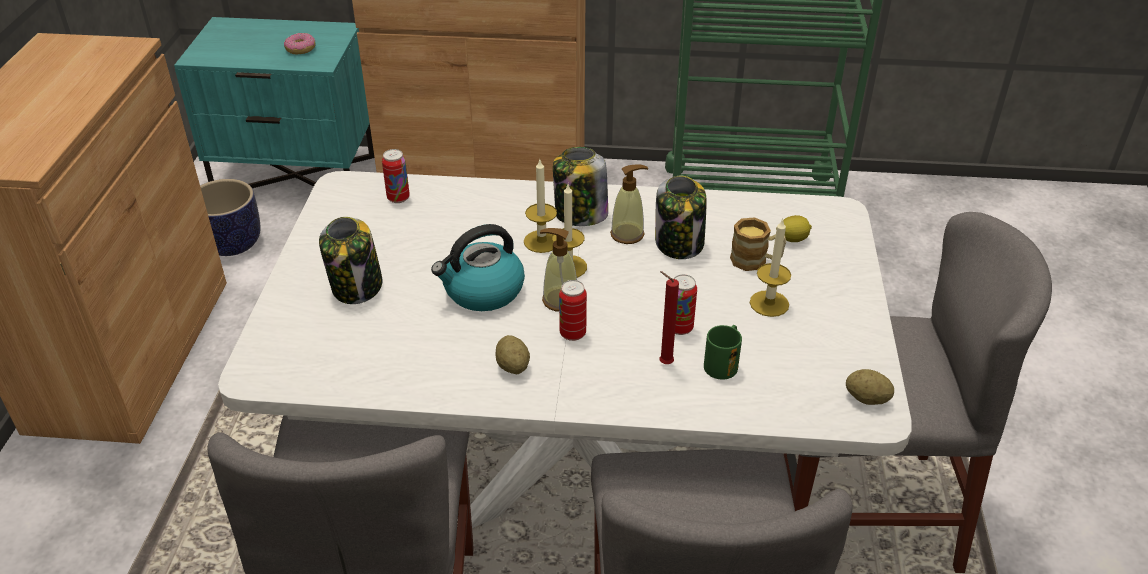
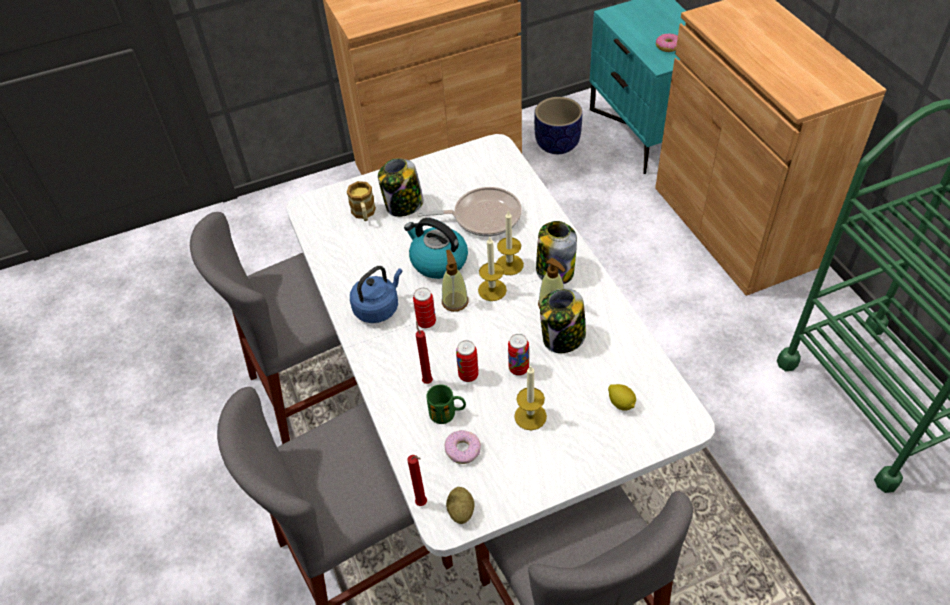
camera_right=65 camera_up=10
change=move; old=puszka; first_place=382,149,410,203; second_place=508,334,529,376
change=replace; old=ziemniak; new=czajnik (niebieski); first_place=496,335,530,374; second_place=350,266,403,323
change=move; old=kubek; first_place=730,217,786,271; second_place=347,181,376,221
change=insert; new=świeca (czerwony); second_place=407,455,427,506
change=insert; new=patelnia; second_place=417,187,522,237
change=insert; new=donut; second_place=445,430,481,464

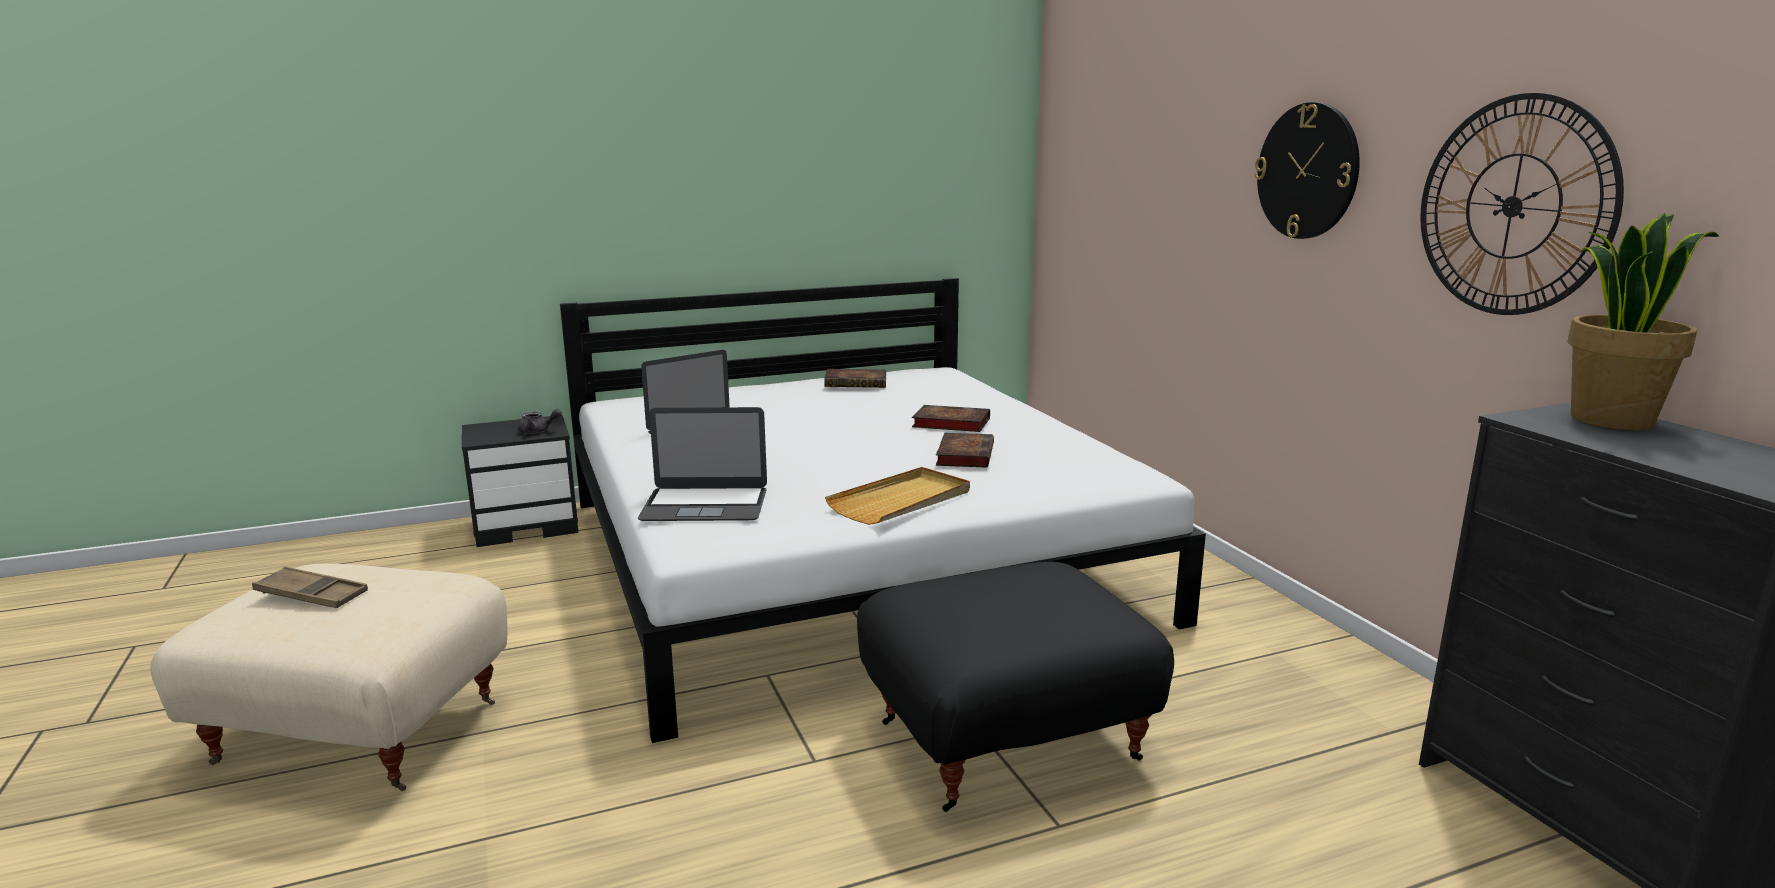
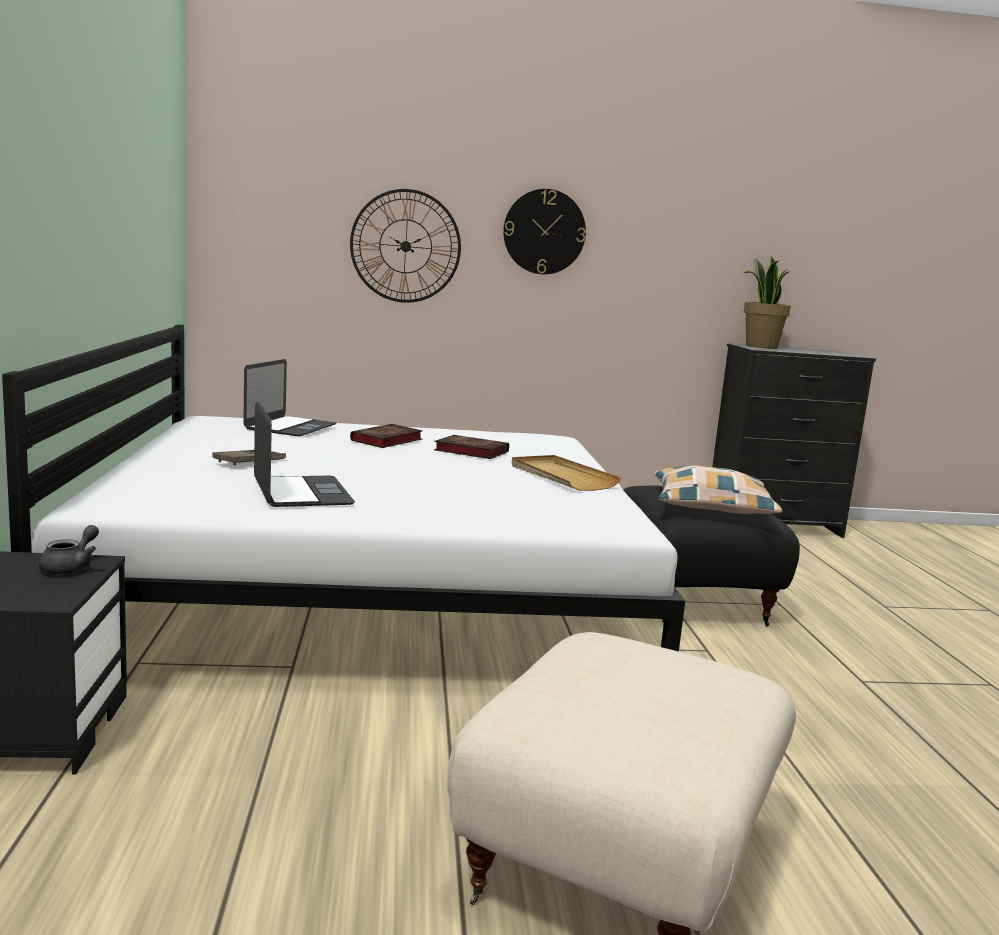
camera_right=-75 camera_up=-5
change=move; old=taca (brązowy); first_place=252,566,368,608; second_place=212,450,286,465
change=move; old=laptop; first_place=638,407,767,521; second_place=243,359,336,436
change=delete; old=książka; first_place=824,369,886,388
change=move; old=zegar ścienny; first_place=1420,93,1624,315; second_place=350,189,461,303
change=insert; new=poduszka; second_place=654,466,782,514

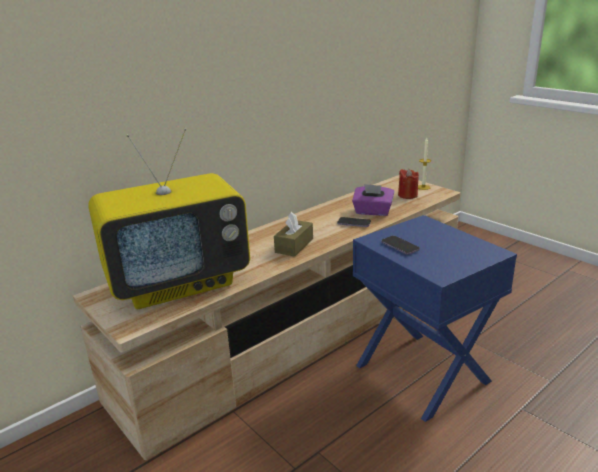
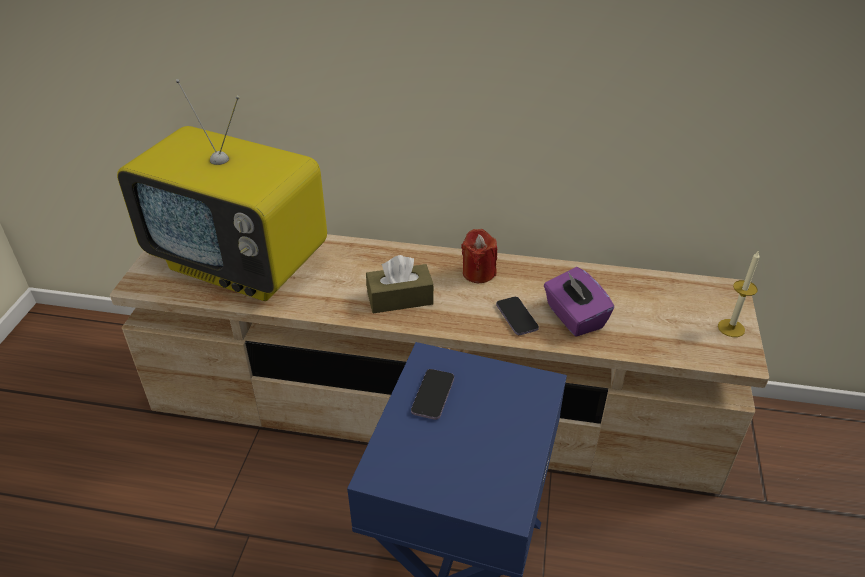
camera_right=50 camera_up=15
change=move; old=świeca (czerwony); first_place=398,169,419,199; second_place=461,229,497,283

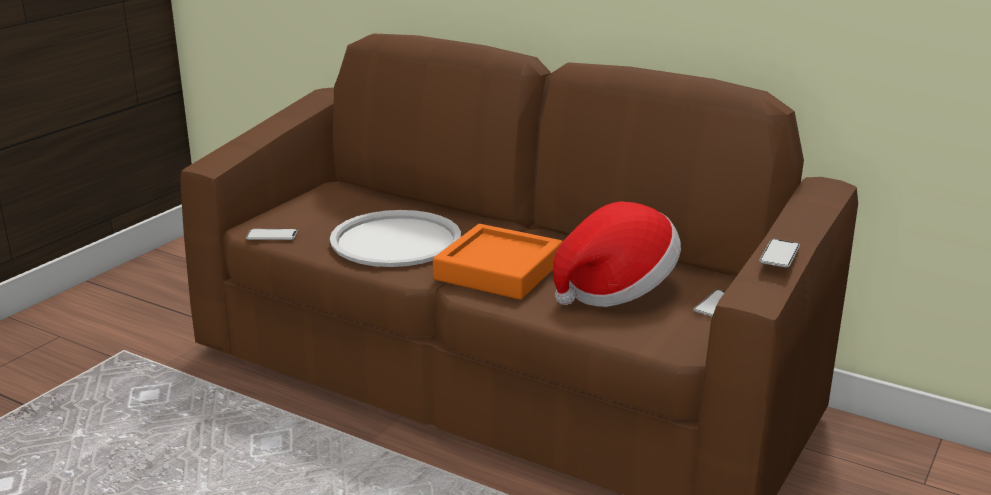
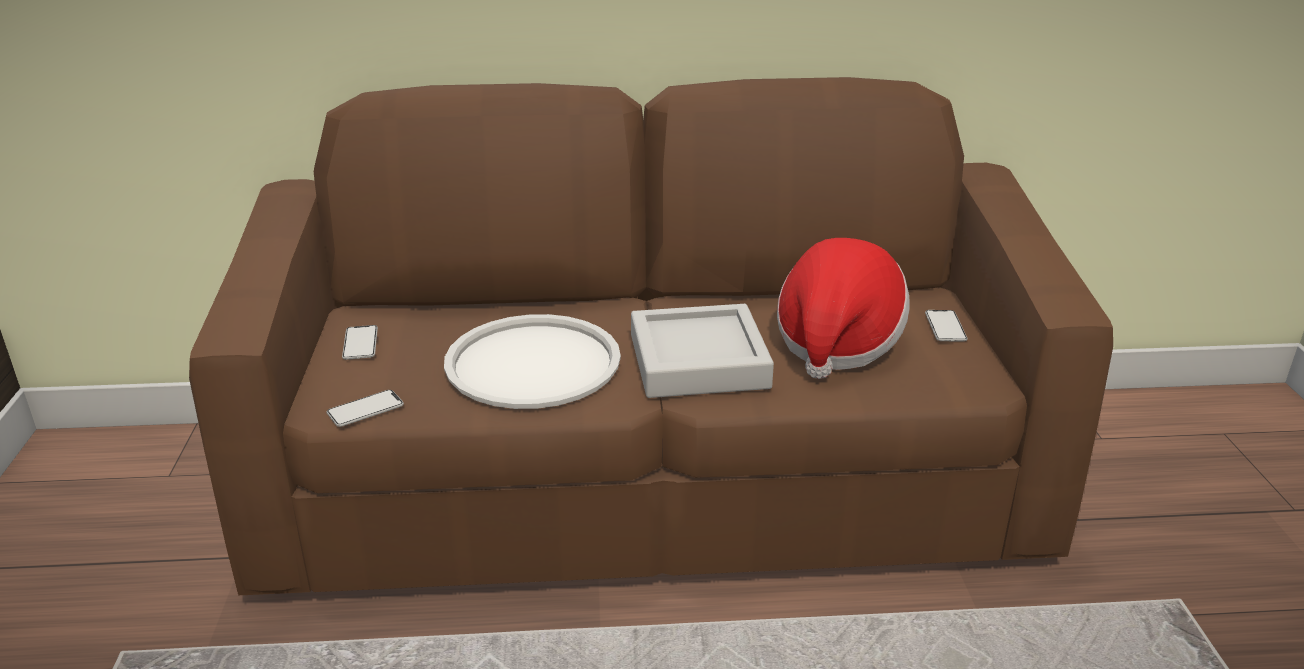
camera_right=-35 camera_up=5
change=recolor; old=taca (pomarańczowy); new=taca (szary); first_place=433,224,563,300; second_place=631,304,774,398
change=move; old=telefon; first_place=759,239,800,268; second_place=342,325,378,360

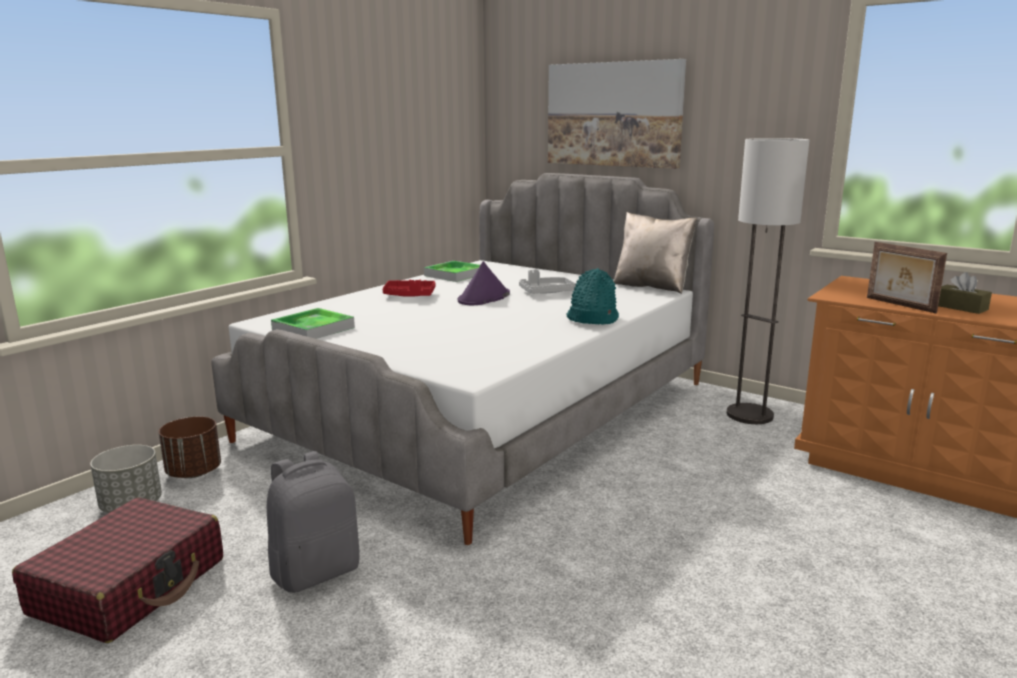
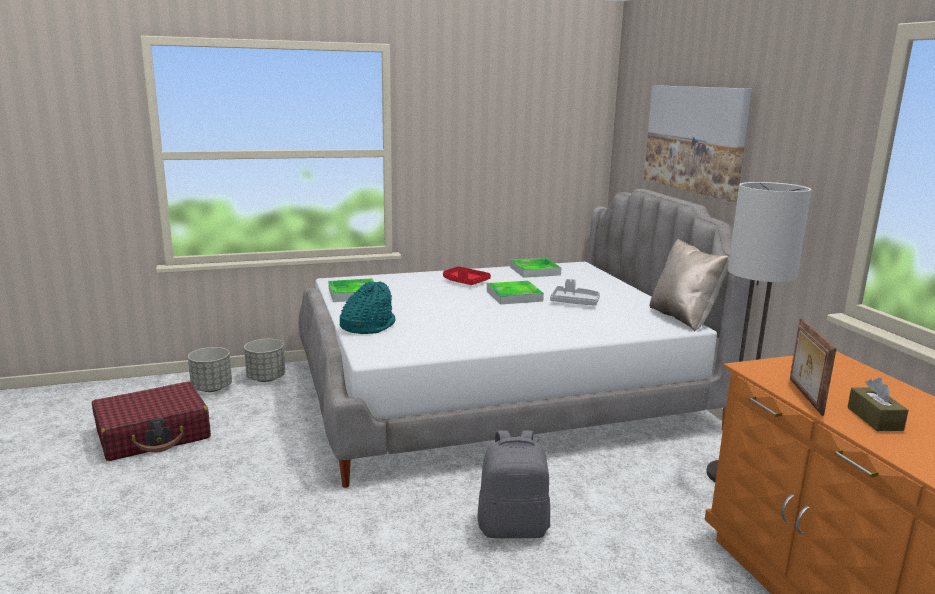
camera_right=35 camera_up=0
change=recolor; old=donica (brązowy); new=donica (szary); first_place=159,416,221,478; second_place=244,339,285,382
change=move; old=plecak (szary); first_place=267,451,360,593; second_place=477,430,550,538
change=replace; old=kapelusz (fioletowy); new=taca; first_place=458,261,510,305; second_place=487,281,544,305
change=move; old=kapelusz (turkusowy); first_place=566,268,619,325; second_place=340,281,395,334

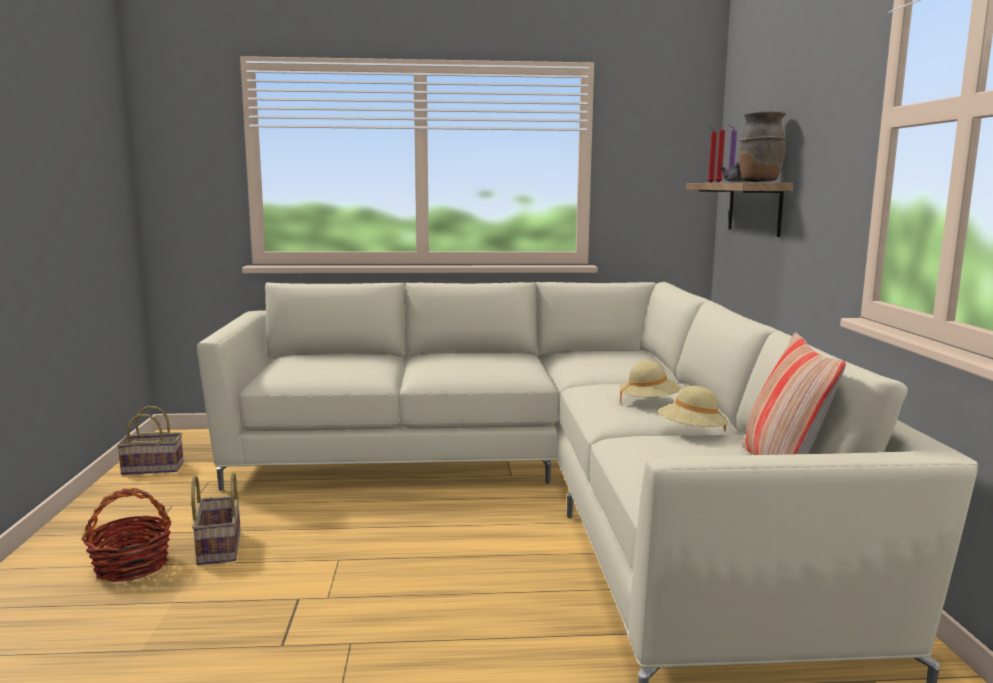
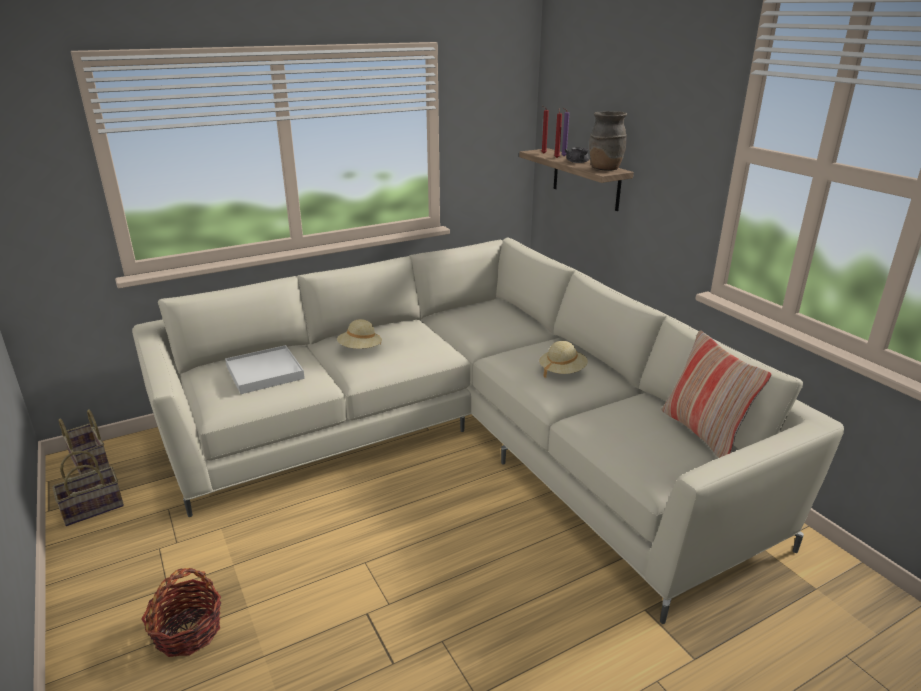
camera_right=-25 camera_up=15
change=move; old=koszyk; first_place=191,472,241,565; second_place=59,409,110,475
change=move; old=kapelusz (beżowy); first_place=658,386,728,432; second_place=337,319,382,349
change=insert; new=taca (biały); second_place=225,345,305,394

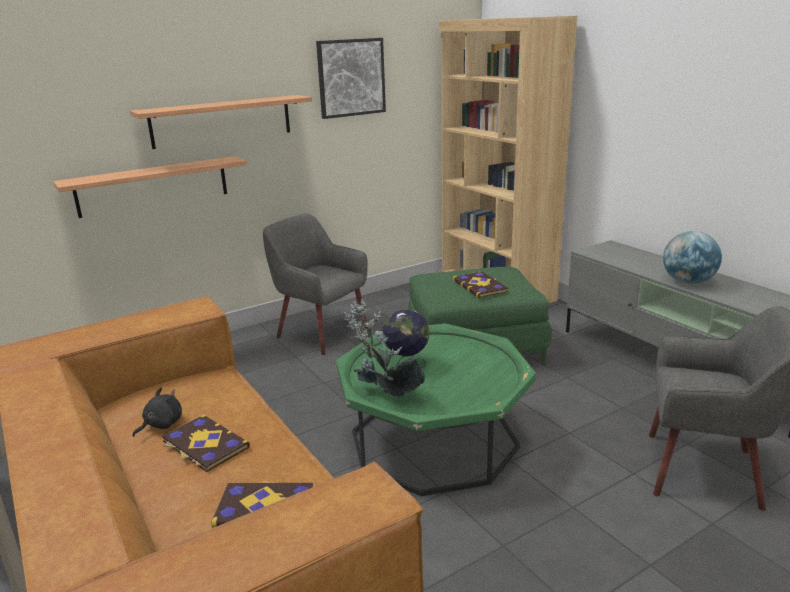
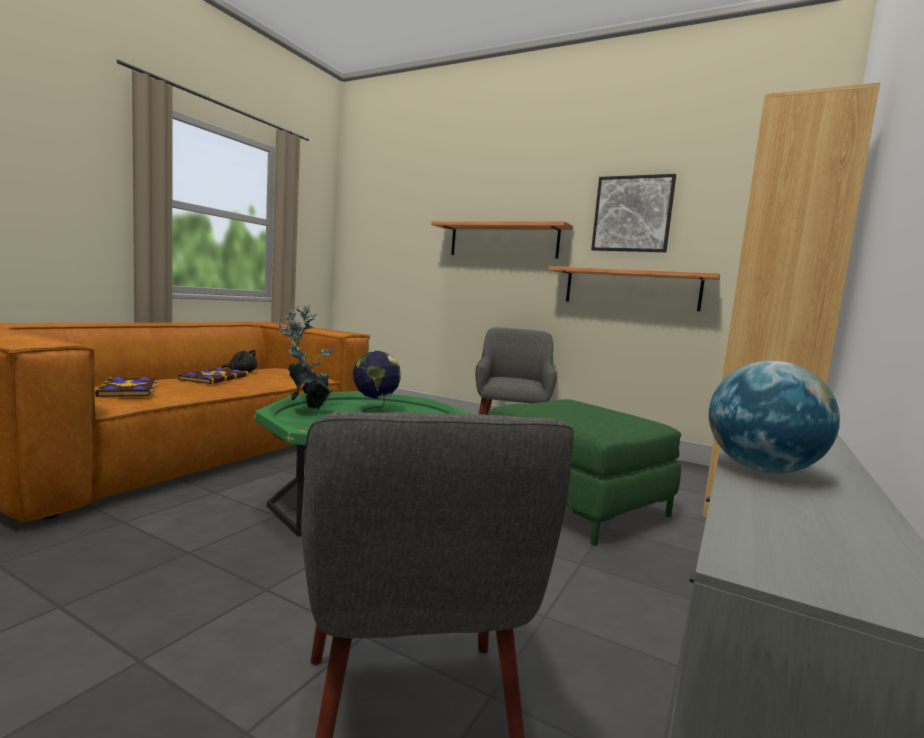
camera_right=60 camera_up=-15
change=move; old=półka; first_place=53,156,247,218; second_place=549,266,720,311
change=delete; old=książka; first_place=453,271,508,298

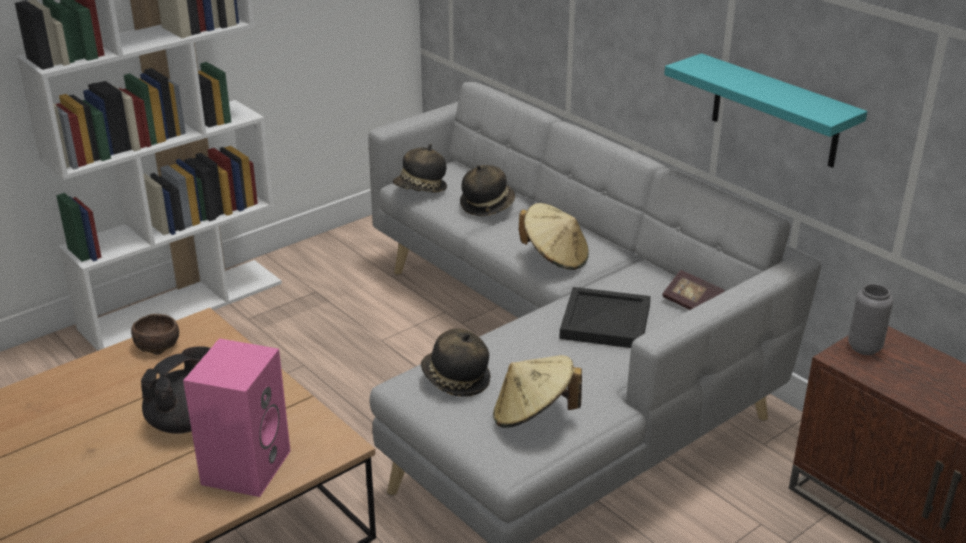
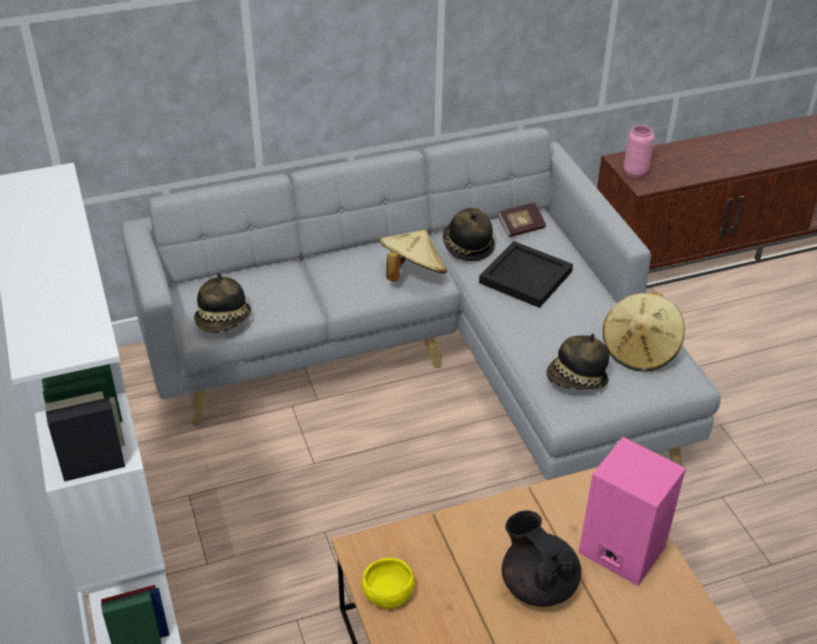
camera_right=-70 camera_up=10
change=recolor; old=miska (brązowy); new=miska (żółty); first_place=131,314,179,355; second_place=362,558,414,609
change=move; old=kapelusz; first_place=460,165,515,216; second_place=443,208,495,261
change=delete; old=półka (turkusowy); first_place=664,53,867,168
change=recolor; old=wazon (szary); new=wazon (różowy); first_place=848,284,893,355; second_place=624,125,654,177

